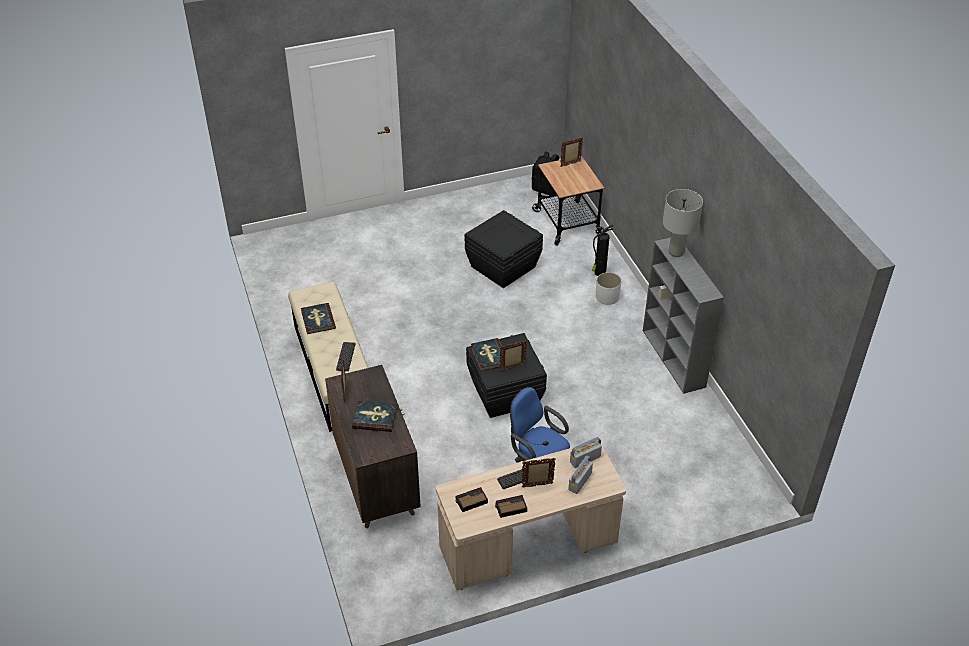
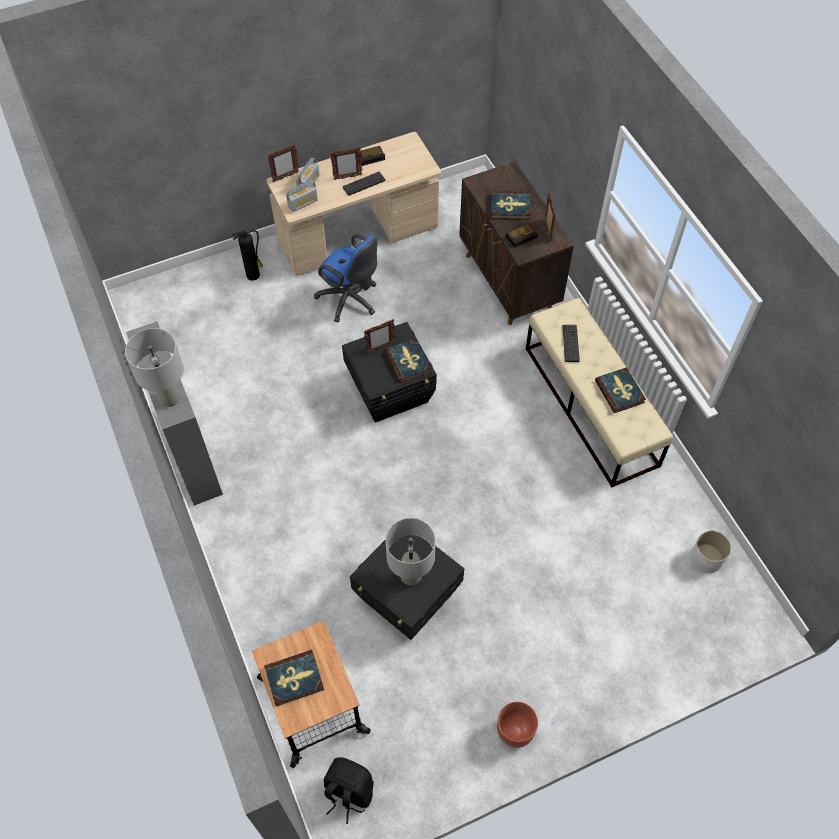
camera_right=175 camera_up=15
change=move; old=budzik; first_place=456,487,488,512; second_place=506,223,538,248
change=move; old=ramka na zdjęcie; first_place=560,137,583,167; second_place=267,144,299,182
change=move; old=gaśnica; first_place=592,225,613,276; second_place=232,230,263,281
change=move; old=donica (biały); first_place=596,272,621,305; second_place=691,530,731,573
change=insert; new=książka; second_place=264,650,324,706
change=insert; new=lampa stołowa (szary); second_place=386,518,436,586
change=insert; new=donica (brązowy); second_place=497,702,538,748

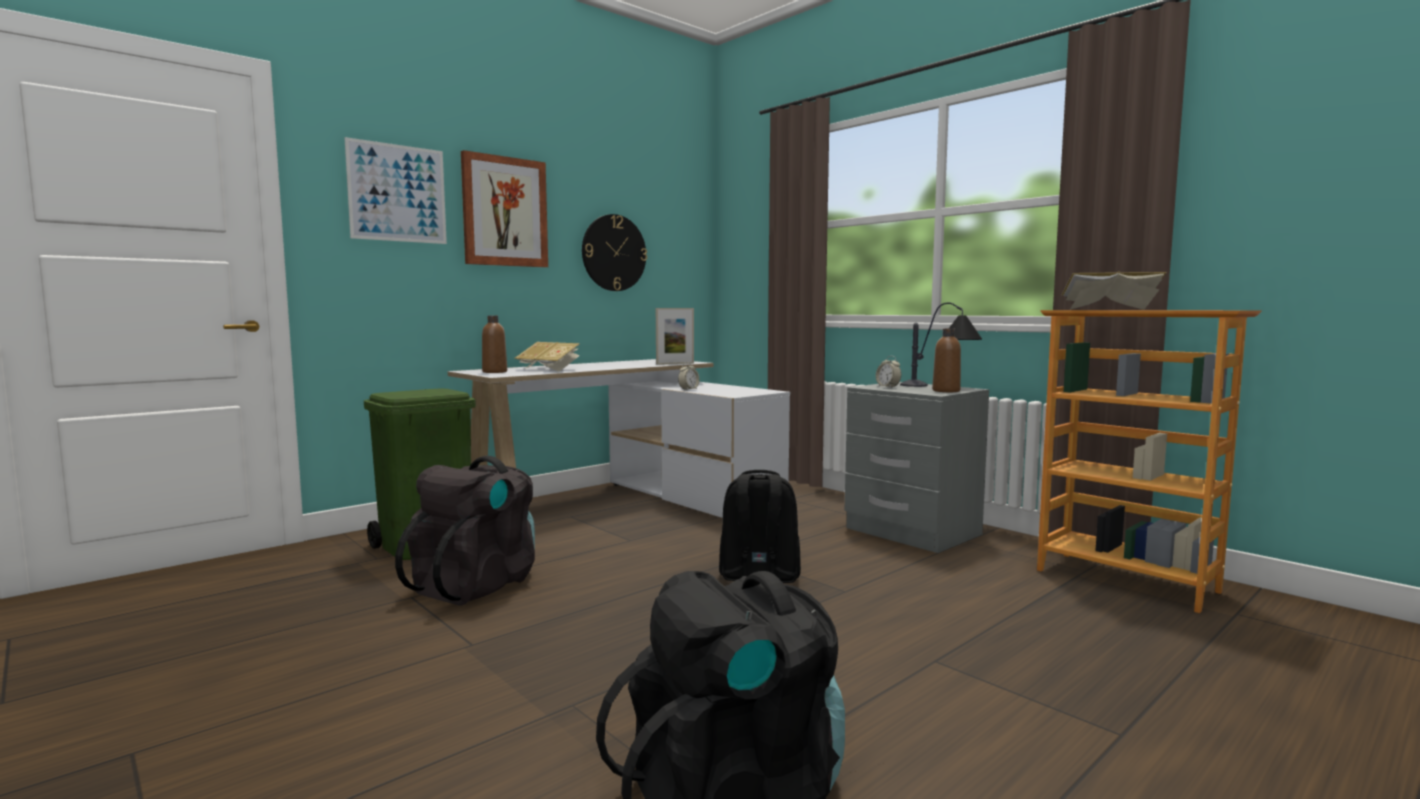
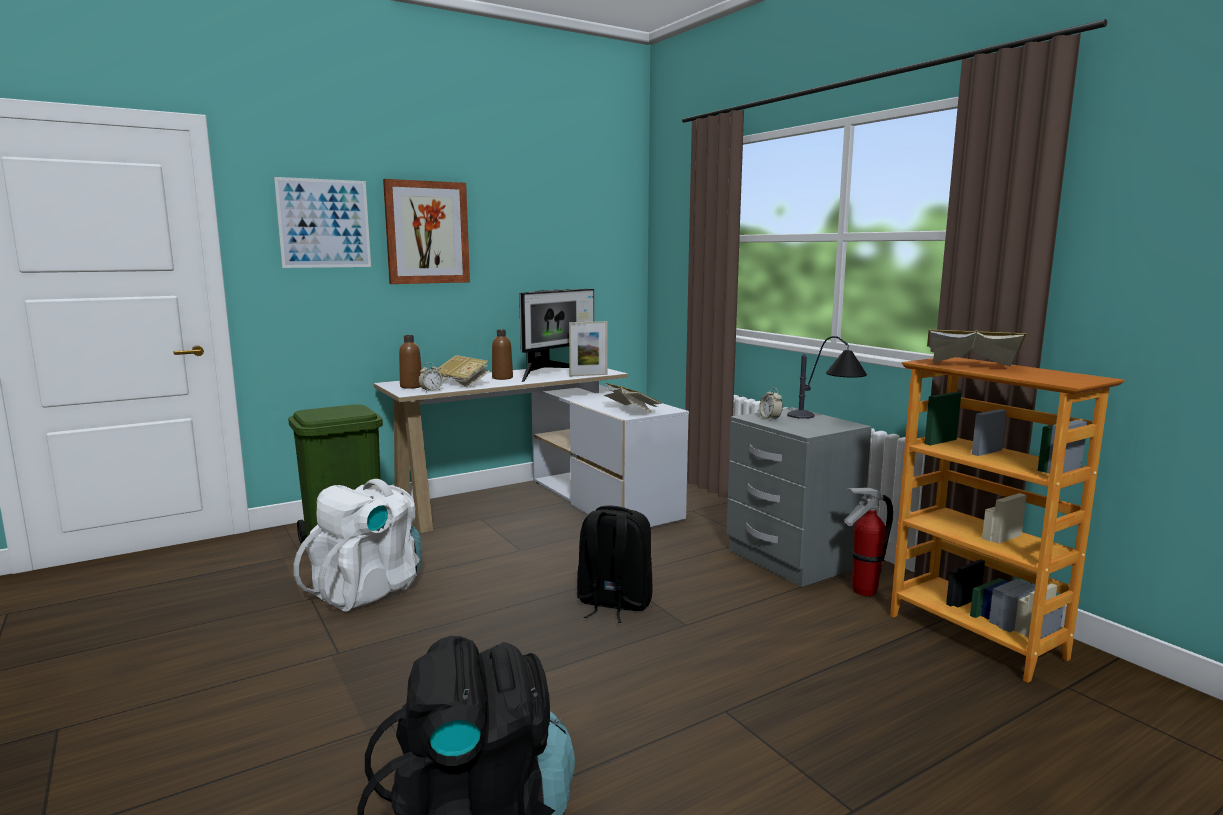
camera_right=10 camera_up=5
change=recolor; old=plecak (czarny); new=plecak (biały); first_place=395,456,535,605; second_place=293,479,422,612
change=delete; old=zegar ścienny; first_place=582,214,647,291
change=move; old=budzik; first_place=678,362,699,390; second_place=419,363,443,392
change=move; old=butelka (brązowy); first_place=932,328,961,392; second_place=492,330,513,380
change=insert; new=monitor; second_place=519,289,594,382
change=insert; new=książka; second_place=604,383,663,414
change=insert; new=gaśnica; second_place=844,488,893,596

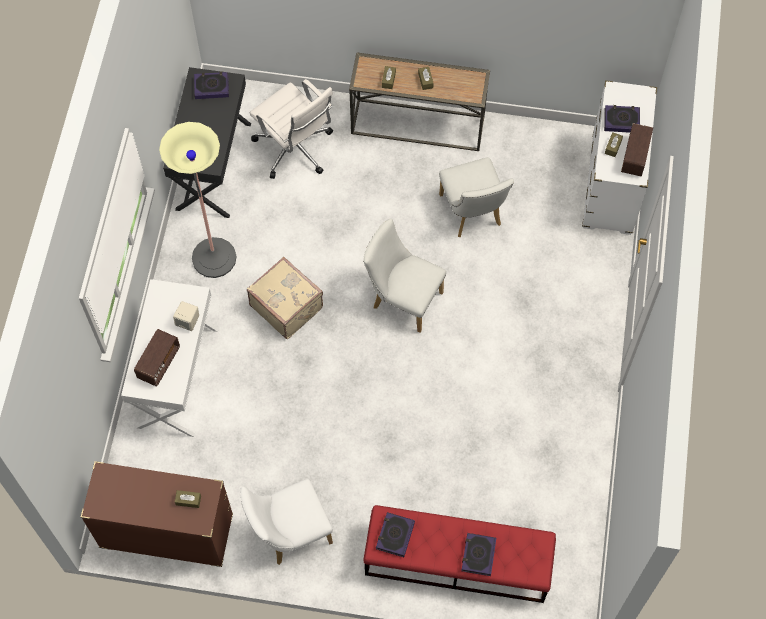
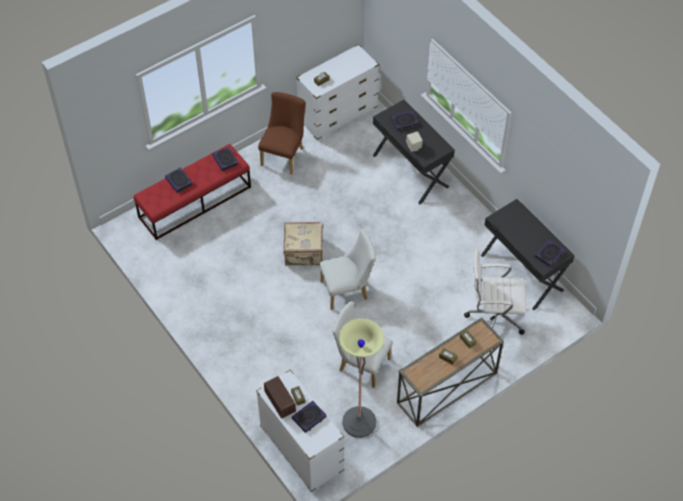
camera_right=135 camera_up=-10
change=recolor; old=komoda (brązowy); new=komoda (biały); first_place=81,461,233,567; second_place=296,44,379,141
change=recolor; old=biurko (biały); new=biurko (czarny); first_place=121,279,219,437; second_place=373,100,455,204
change=replace; old=radio; new=książka; first_place=134,329,180,387; second_place=390,110,419,131
change=move; old=lampa stojąca; first_place=159,122,237,278; second_place=339,318,384,438
change=recolor; old=krzesło (biały); new=krzesło (brązowy); first_place=240,479,333,565; second_place=258,92,306,175
change=move; old=walizka (beżowy); first_place=247,257,323,339; second_place=283,222,323,266

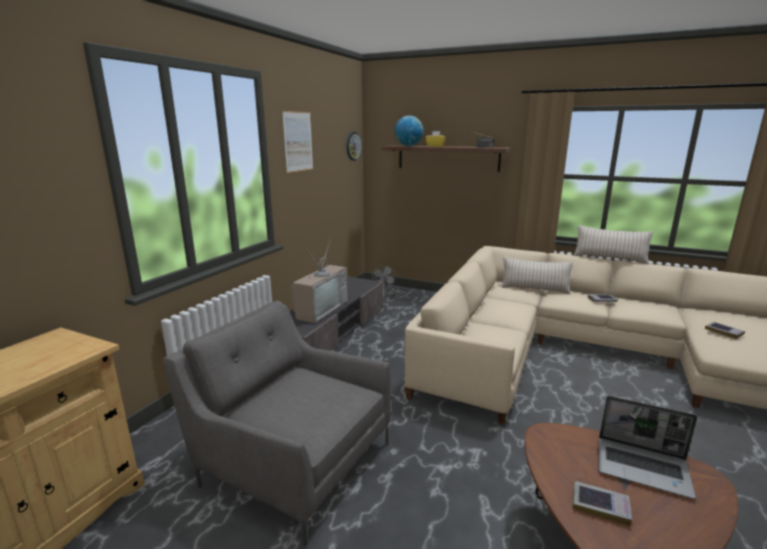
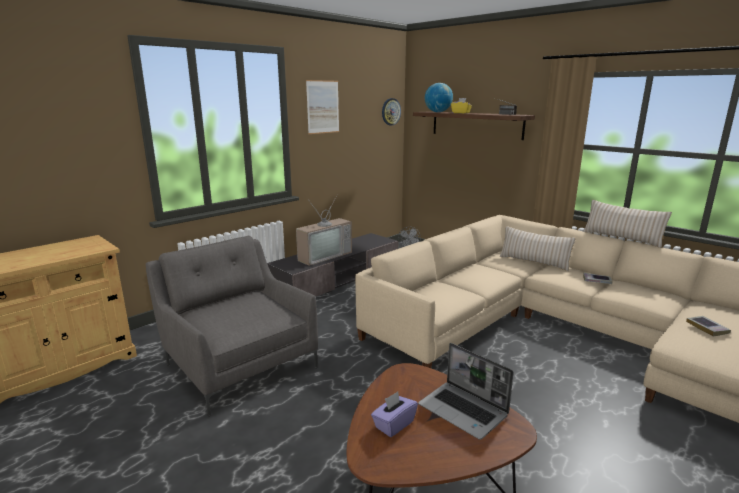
camera_right=20 camera_up=0
change=replace; old=książka; new=pudełko chusteczek (fioletowy); first_place=573,481,632,526; second_place=371,391,418,437

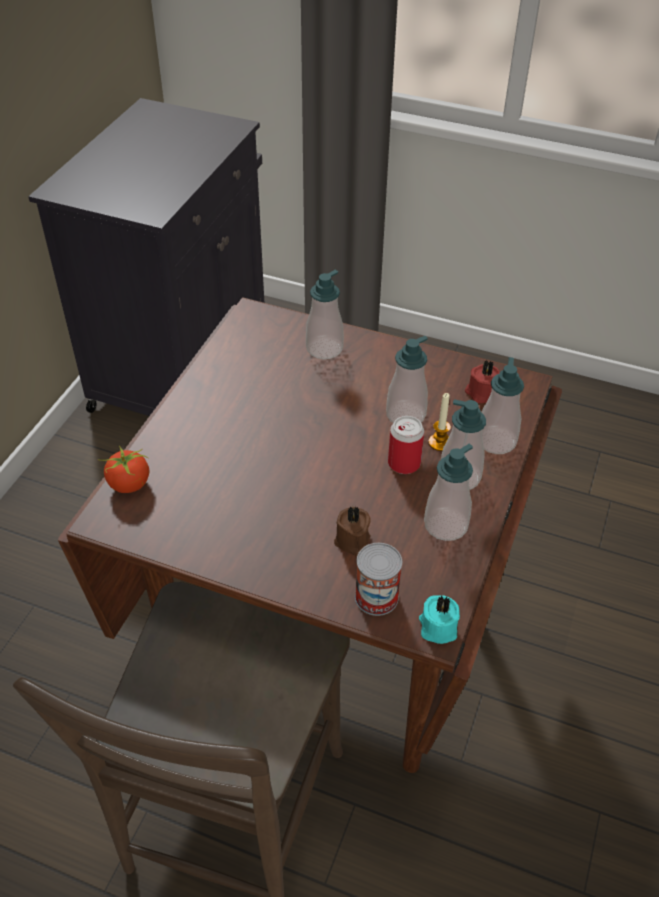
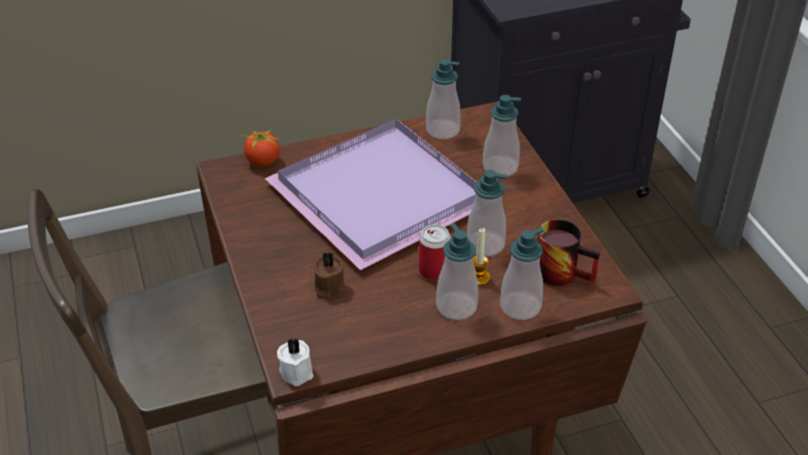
camera_right=50 camera_up=-5
change=delete; old=puszka; first_place=355,543,402,616
change=recolor; old=świeca (turkusowy); new=świeca (biały); first_place=419,595,460,644; second_place=277,337,314,386
change=move; old=dozownik mydła; first_place=424,444,473,541; second_place=426,59,461,139
change=replace; old=świeca (czerwony); new=kubek; first_place=465,361,500,403; second_place=537,219,600,286
change=insert; new=taca (fioletowy); second_place=265,119,476,270

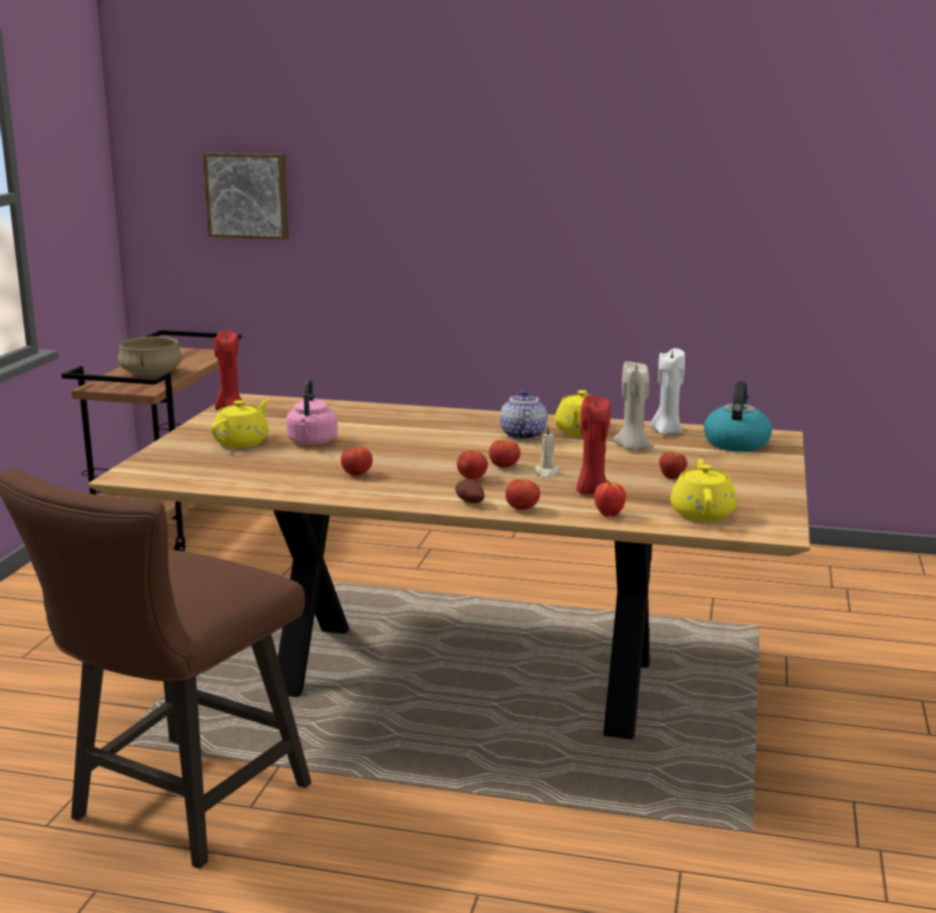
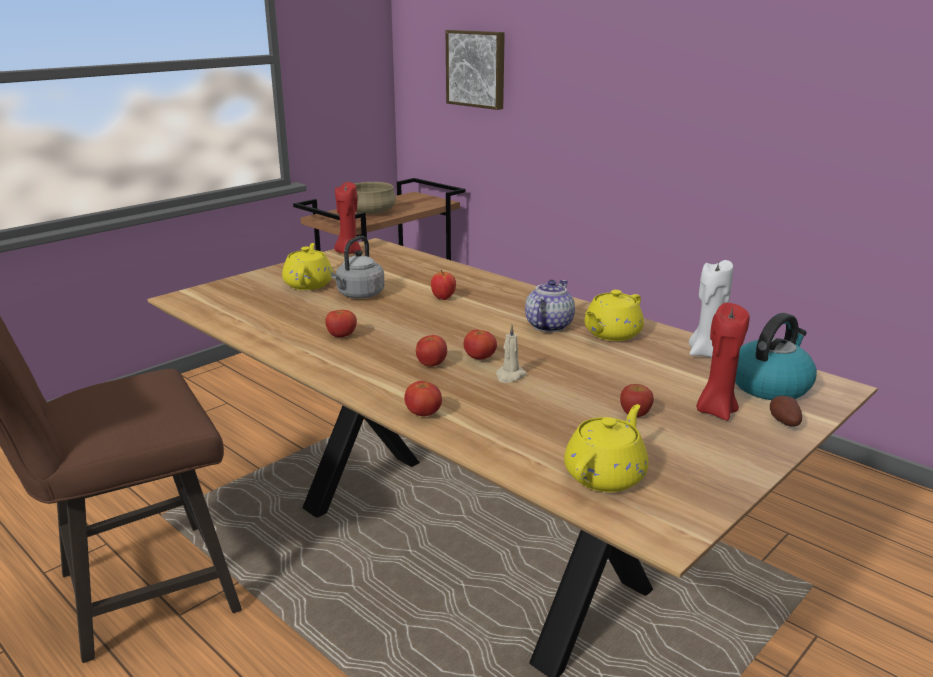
camera_right=30 camera_up=5
change=rotate; old=imbryk (żółty); first_place=211,399,269,448; second_place=282,243,333,290; degrees=-60
change=recolor; old=czajnik (różowy); new=czajnik (szary); first_place=286,379,338,445; second_place=331,236,385,298
change=move; old=ziemniak; first_place=455,479,485,503; second_place=770,396,802,427
change=move; old=świeca (czerwony); first_place=576,395,611,494; second_place=696,303,750,421
change=move; old=jabłko; first_place=594,480,626,517; second_place=431,270,456,300
change=delete; old=świeca (beżowy); first_place=613,361,654,451

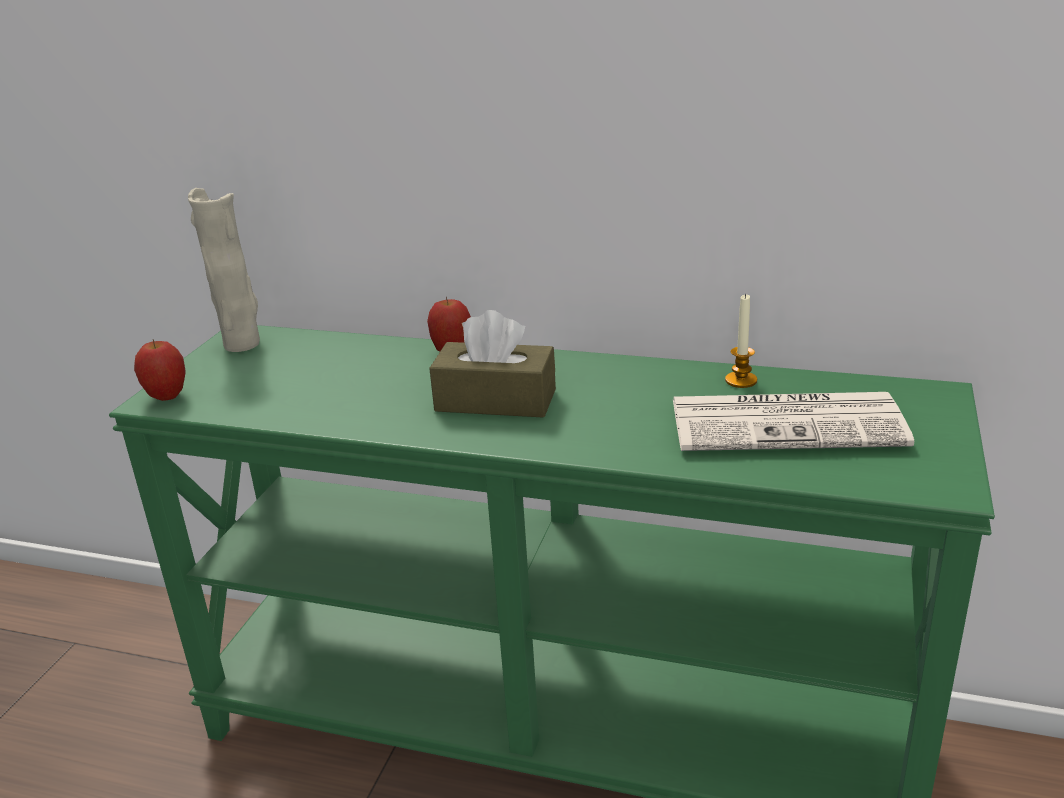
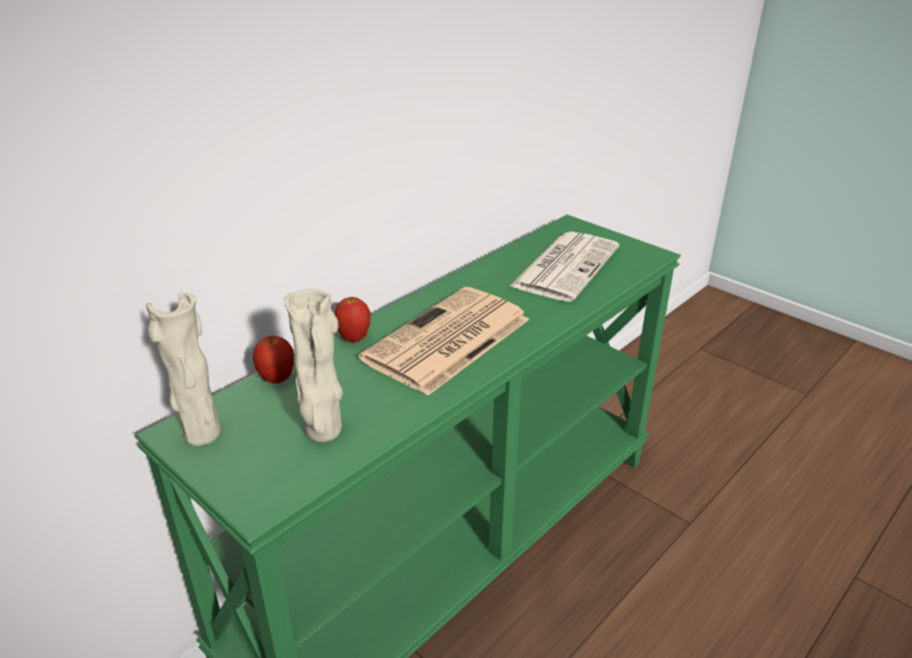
camera_right=-65 camera_up=5
change=move; old=jabłko; first_place=134,339,186,401; second_place=253,336,294,383
change=replace; old=pudełko chusteczek (brązowy); new=gazeta; first_place=429,310,556,418; second_place=359,287,529,396
change=delete; old=świeca; first_place=725,293,757,388
change=insert; new=wazon (beżowy); second_place=284,289,343,442

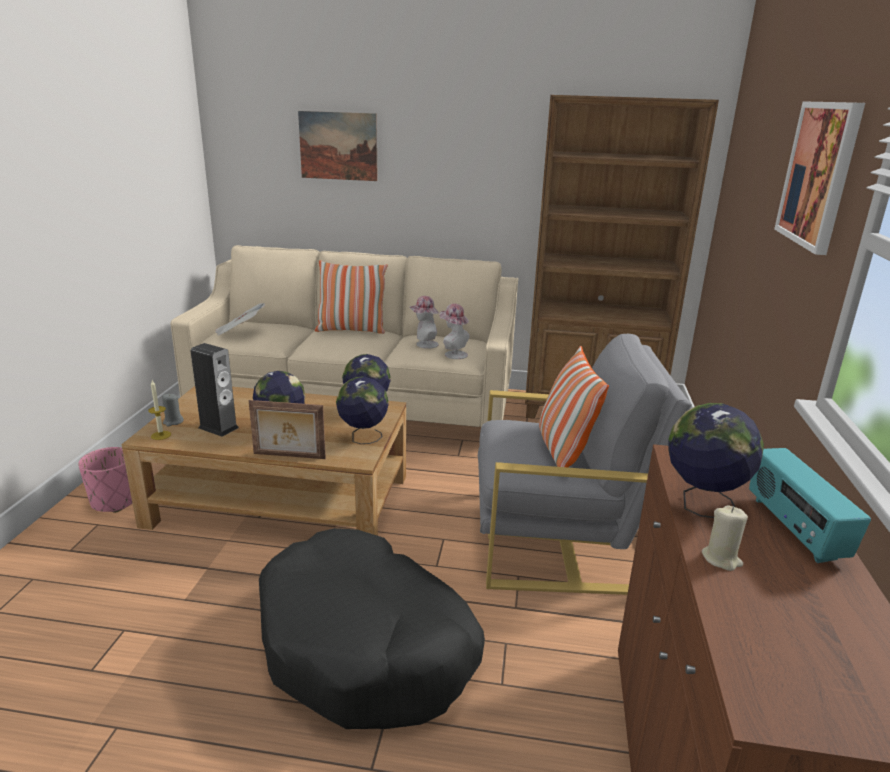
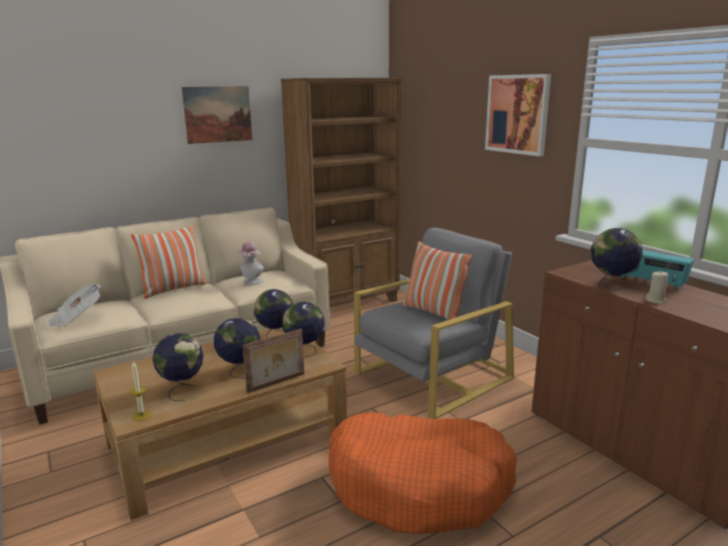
camera_right=-40 camera_up=-5
change=delete; old=donica (różowy); first_place=78,447,132,513
change=delete; old=świeca (szary); first_place=162,394,184,427
change=replace; old=głośnik; new=globus; first_place=191,343,239,437; second_place=153,333,204,401
change=recolor; old=legowisko (czarny); new=legowisko (pomarańczowy); first_place=259,528,485,729; second_place=328,413,517,533
change=move; old=obraz; first_place=298,111,378,181; second_place=182,86,252,144
change=delete; old=kapelusz; first_place=439,304,470,359

